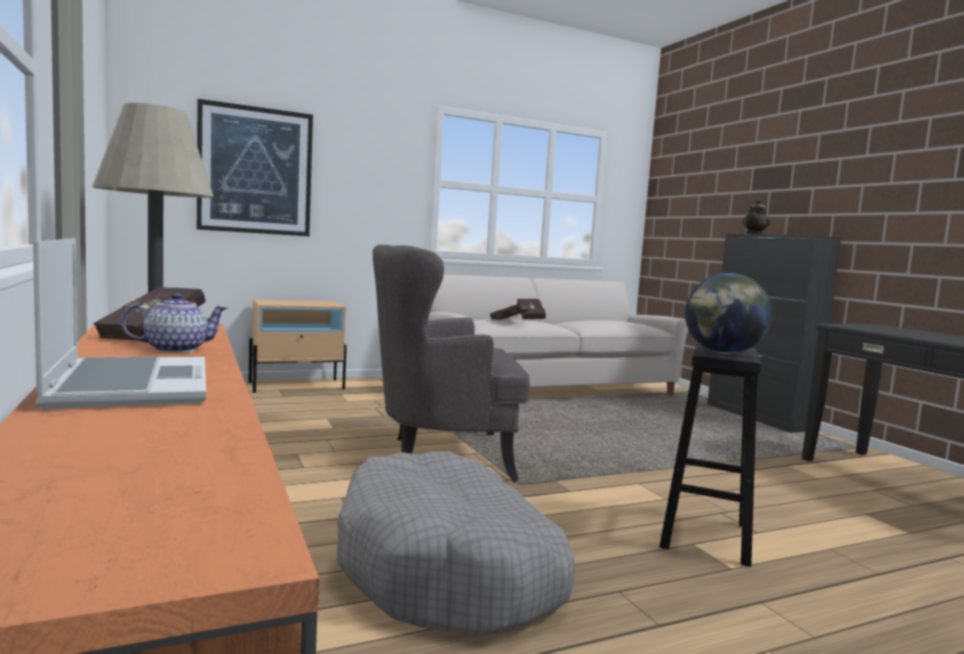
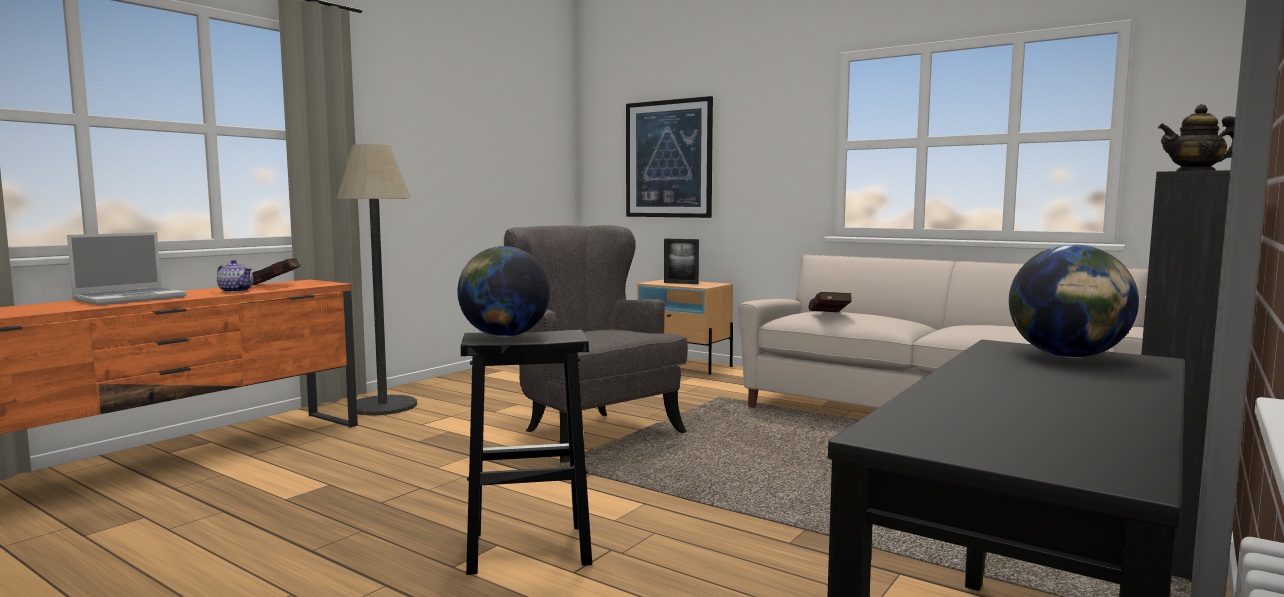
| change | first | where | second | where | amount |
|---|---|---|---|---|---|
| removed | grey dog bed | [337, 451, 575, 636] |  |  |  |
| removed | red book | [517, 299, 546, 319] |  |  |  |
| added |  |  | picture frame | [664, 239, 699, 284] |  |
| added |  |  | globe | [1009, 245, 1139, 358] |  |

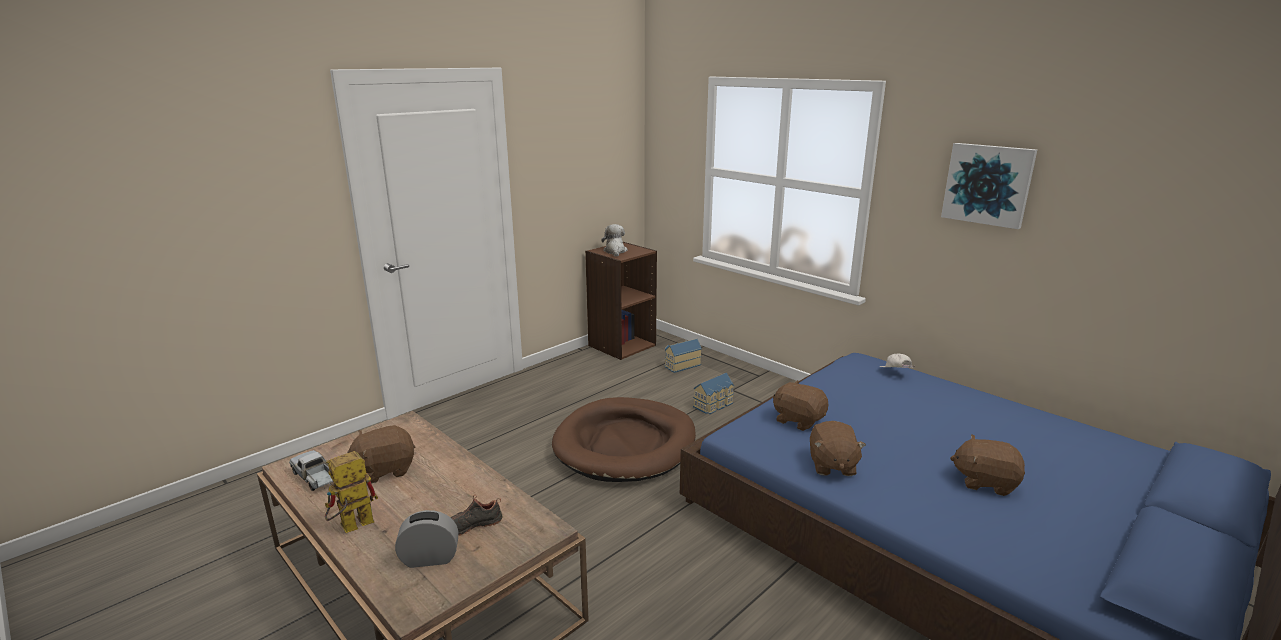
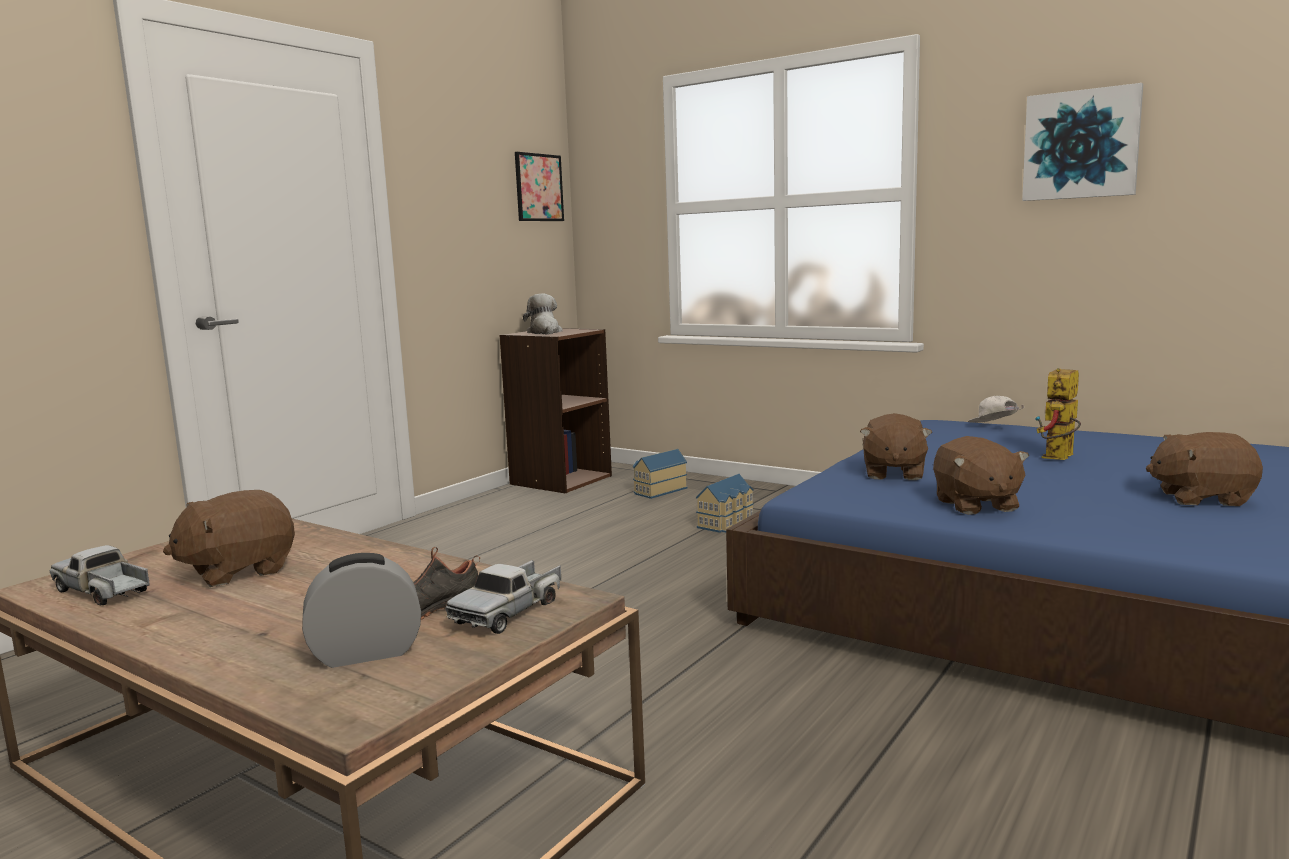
| change | first | where | second | where | amount |
|---|---|---|---|---|---|
| removed | brown dog bed | [552, 397, 696, 482] |  |  |  |
| added |  |  | toy truck | [445, 560, 561, 634] |  |
| added |  |  | picture | [515, 152, 564, 221] |  |
| moved | toy robot | [325, 451, 378, 533] |  | [1035, 368, 1081, 460] |  |
| turned | brown plush toy | [773, 380, 828, 431] |  | [860, 413, 932, 480] | 105 degrees counterclockwise |

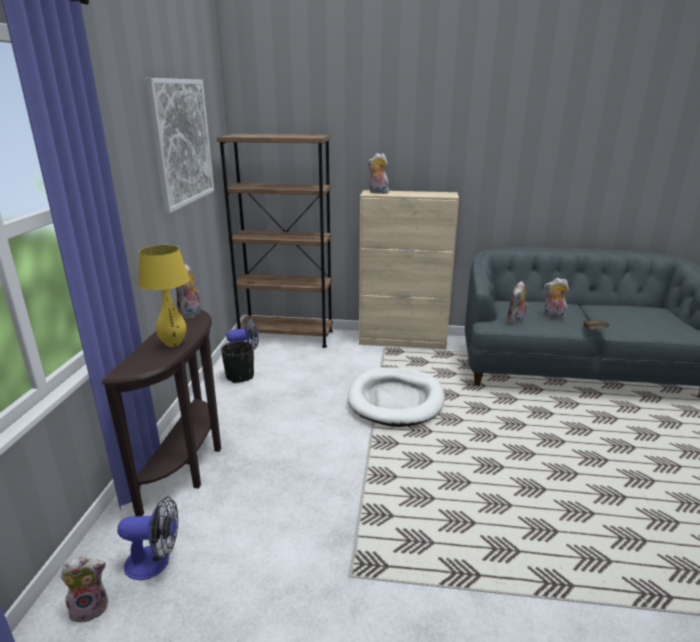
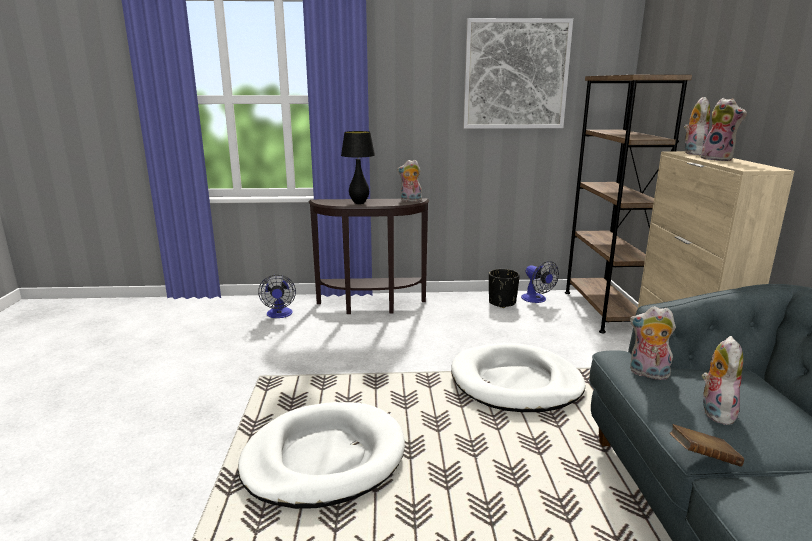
| change | first | where | second | where | amount |
|---|---|---|---|---|---|
| added |  |  | white dog bed | [238, 402, 405, 509] |  |
| moved | plush toy | [60, 556, 108, 623] |  | [700, 98, 747, 161] |  |
| recoloured | yellow table lamp | [138, 245, 190, 347] | black table lamp | [341, 131, 375, 204] |  |

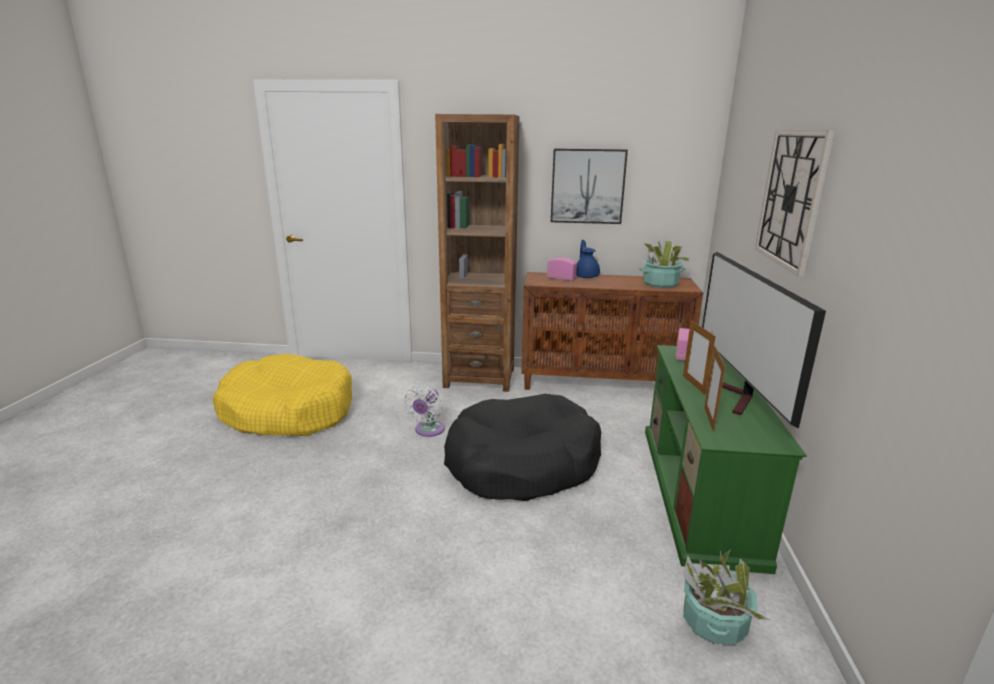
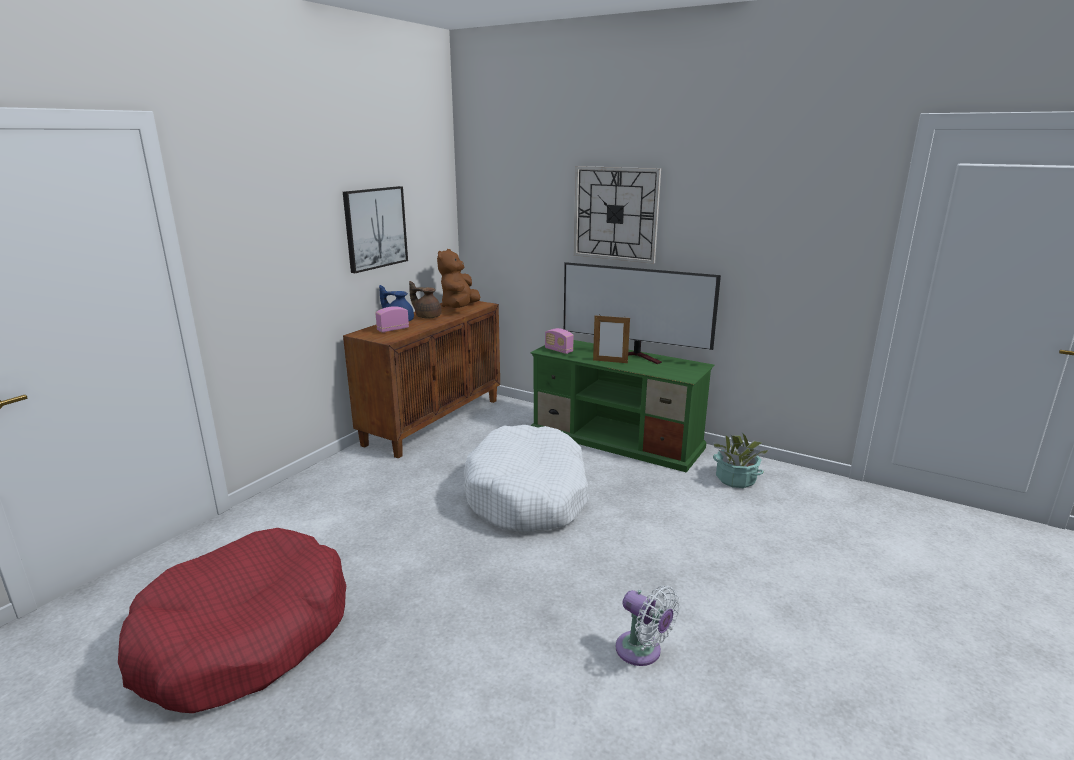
| change | first | where | second | where | amount |
|---|---|---|---|---|---|
| removed | brown bookcase | [435, 114, 520, 392] |  |  |  |
| removed | picture frame | [704, 346, 726, 433] |  |  |  |
| added |  |  | brown teapot | [409, 281, 442, 319] |  |
| moved | white fan | [404, 385, 445, 437] |  | [616, 586, 680, 666] |  |
| replaced | potted plant | [639, 241, 691, 288] | brown plush toy | [437, 249, 480, 308] |  |
| recoloured | yellow dog bed | [213, 354, 352, 436] | red dog bed | [118, 528, 346, 713] |  |
| recoloured | black dog bed | [444, 394, 601, 501] | white dog bed | [464, 425, 589, 532] |  |

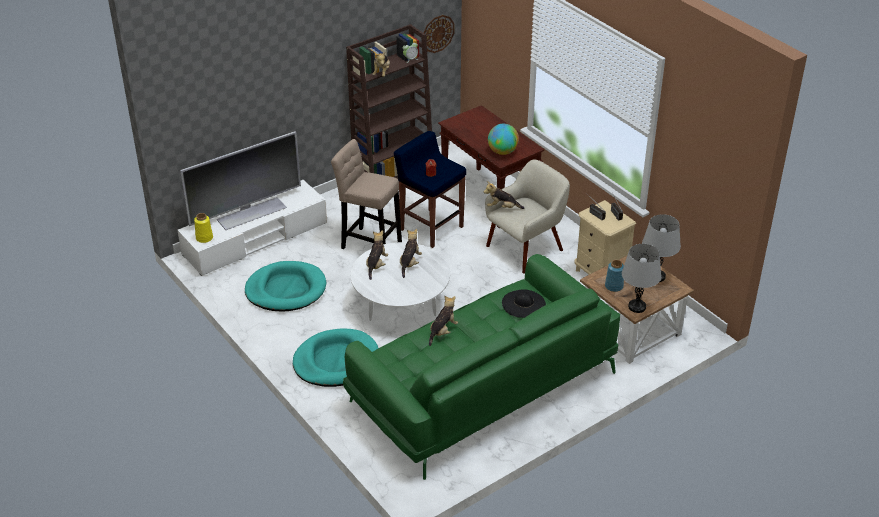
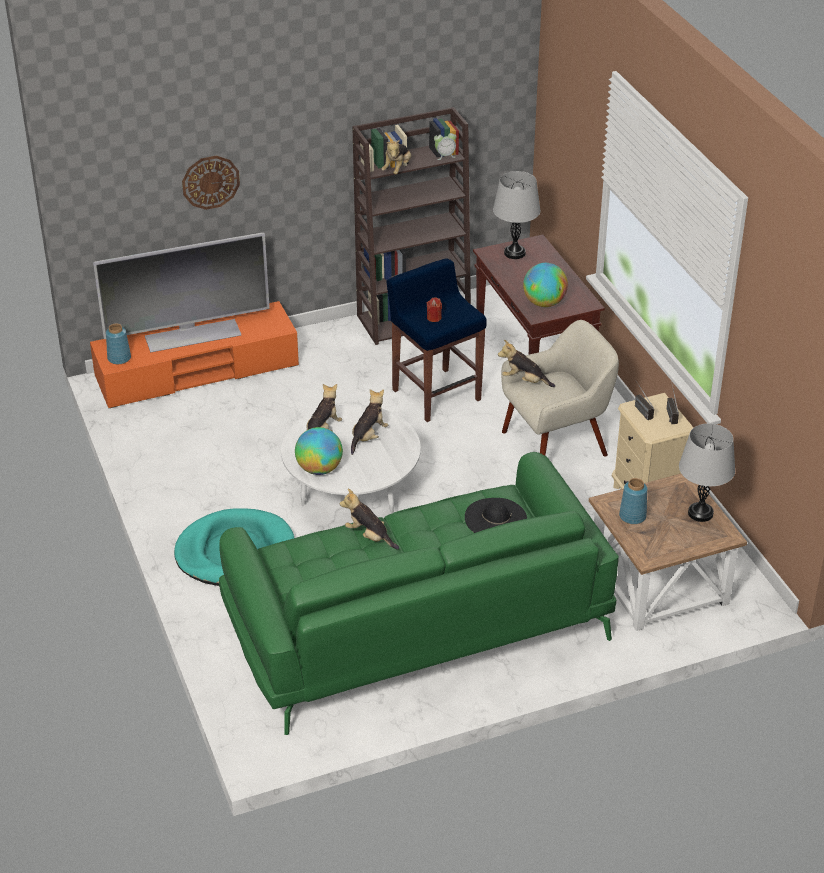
| change | first | where | second | where | amount |
|---|---|---|---|---|---|
| removed | turquoise dog bed | [245, 261, 327, 311] |  |  |  |
| removed | beige stool | [331, 139, 402, 249] |  |  |  |
| added |  |  | globe | [295, 427, 343, 475] |  |
| moved | wall clock | [423, 15, 455, 53] |  | [182, 155, 240, 210] |  |
| moved | grey table lamp | [622, 244, 661, 313] |  | [493, 171, 541, 259] |  |
| recoloured | white tv stand | [177, 180, 327, 276] | orange tv stand | [90, 301, 299, 408] |  |
| recoloured | yellow vase | [194, 213, 213, 243] | blue vase | [106, 324, 131, 364] |  |
| turned | plush toy | [429, 296, 458, 346] |  | [340, 489, 399, 549] | 105 degrees counterclockwise |

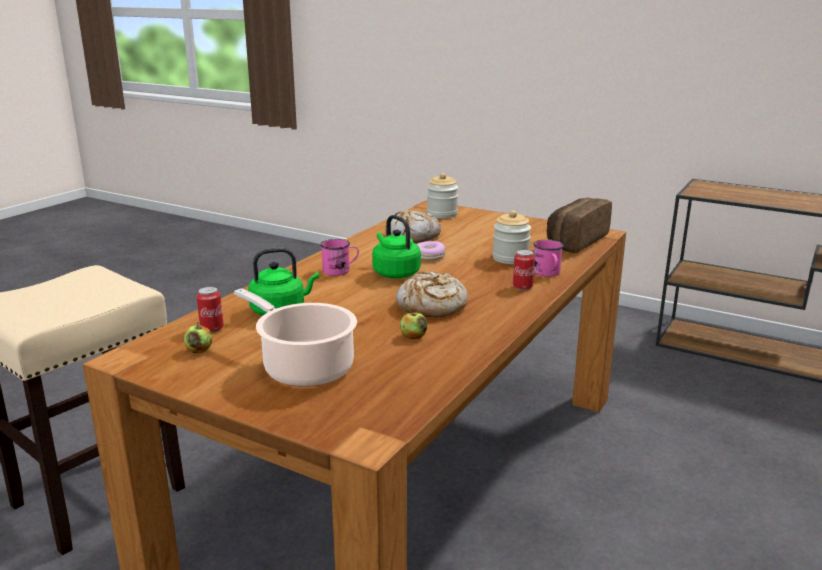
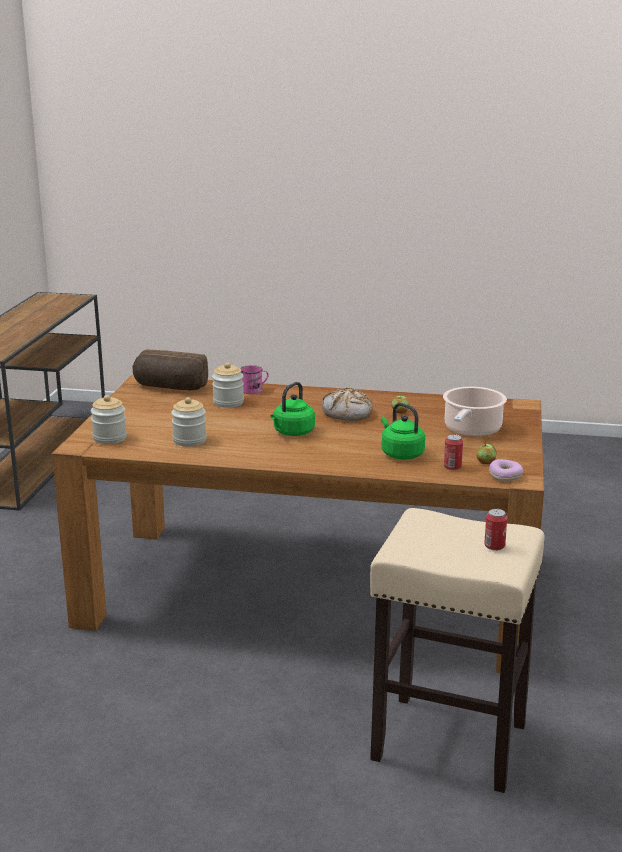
| change | first | where | second | where | amount |
|---|---|---|---|---|---|
| removed | pink mug | [320, 239, 359, 276] |  |  |  |
| moved | donut | [416, 241, 446, 261] |  | [489, 459, 523, 481] |  |
| moved | can | [513, 250, 535, 290] |  | [484, 509, 507, 551] |  |
| replaced | bread | [385, 210, 441, 243] | jar | [171, 397, 207, 446] |  |

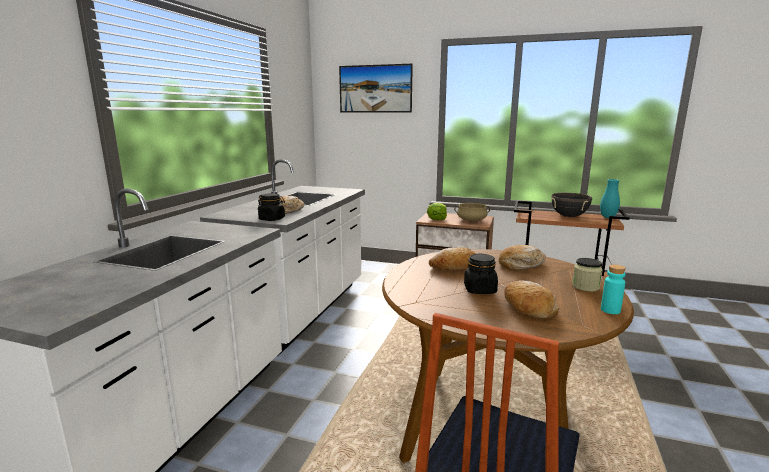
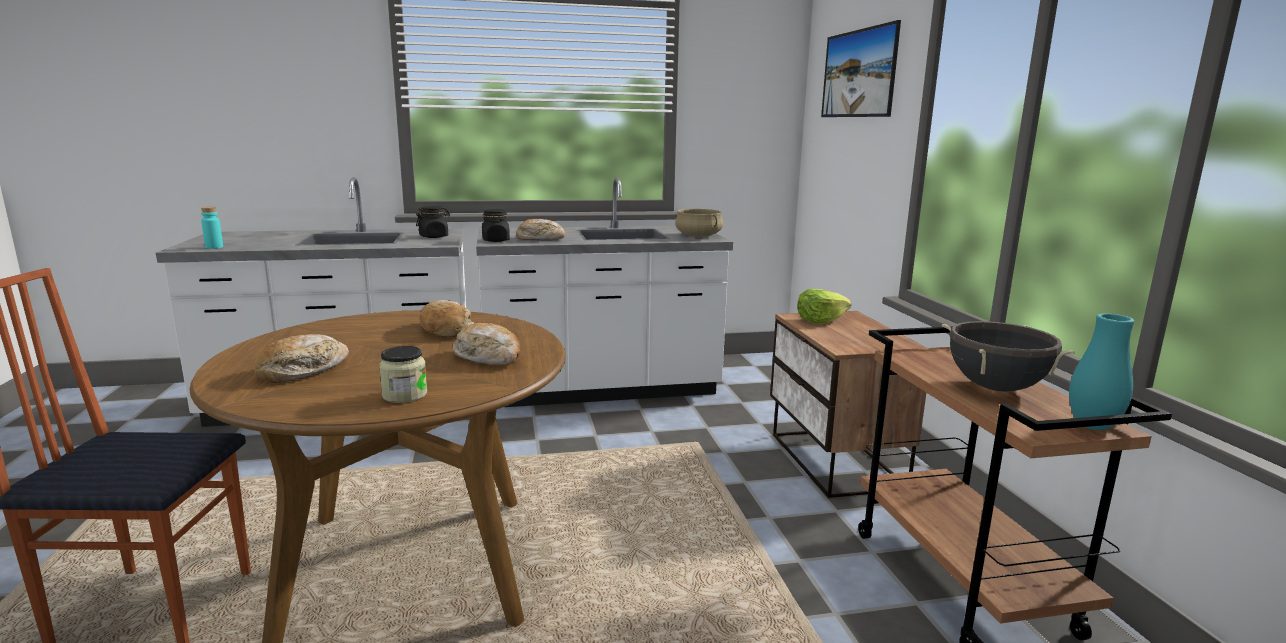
| change | first | where | second | where | amount |
|---|---|---|---|---|---|
| moved | beige cooking pot | [454, 203, 490, 221] |  | [675, 209, 723, 237] |  |
| moved | black jar | [464, 254, 498, 294] |  | [416, 206, 450, 238] |  |
| moved | turquoise bottle | [601, 264, 626, 314] |  | [201, 207, 223, 249] |  |

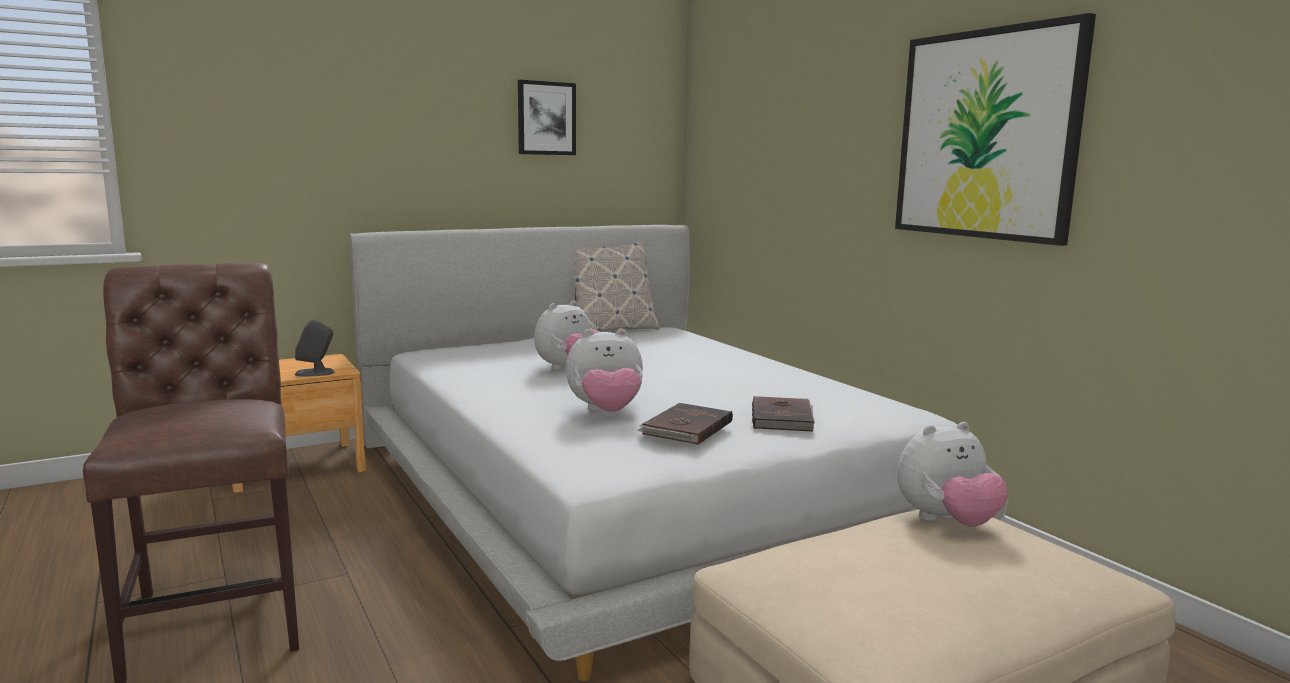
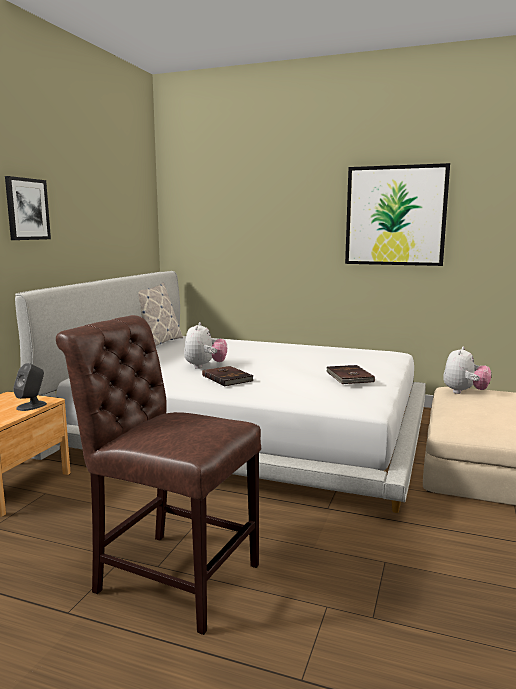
| change | first | where | second | where | amount |
|---|---|---|---|---|---|
| removed | plush toy | [566, 328, 643, 412] |  |  |  |
| moved | picture | [518, 80, 576, 155] |  | [5, 176, 51, 240] |  |
| moved | brown book | [752, 396, 815, 432] |  | [202, 366, 254, 386] |  |

